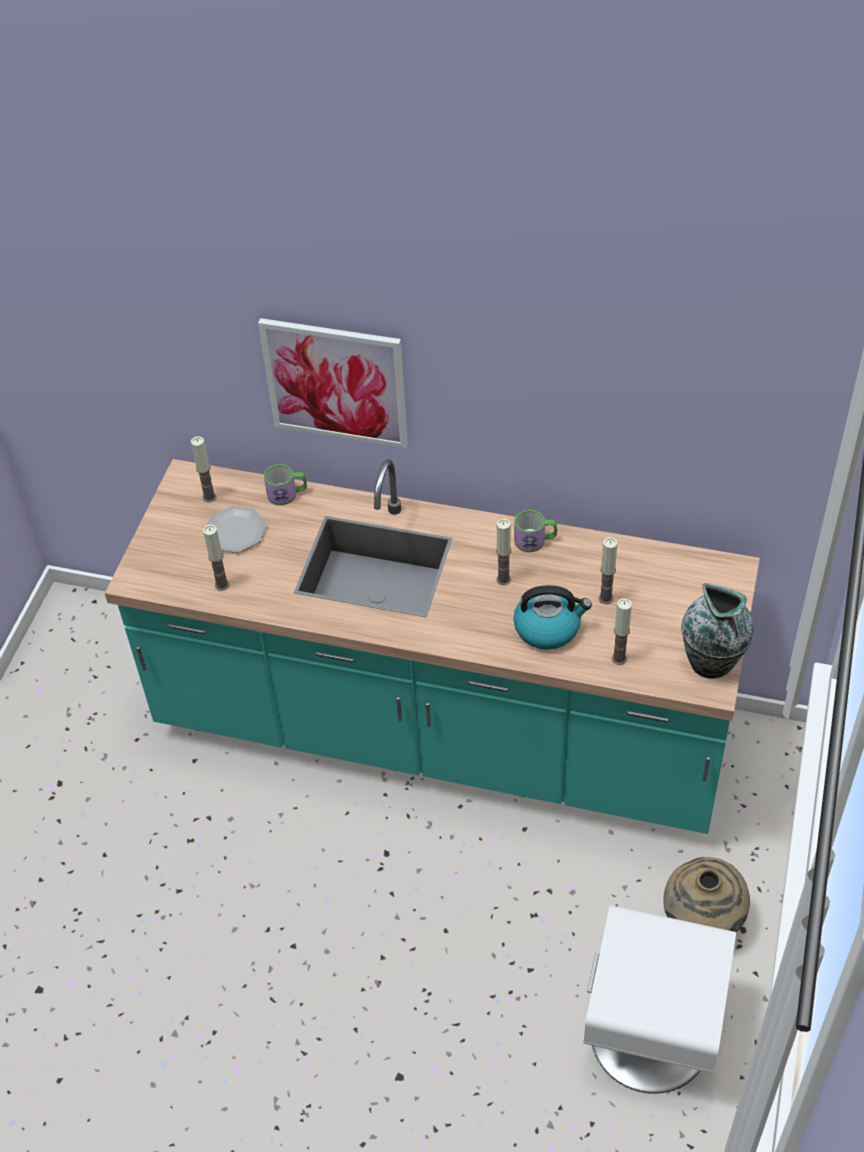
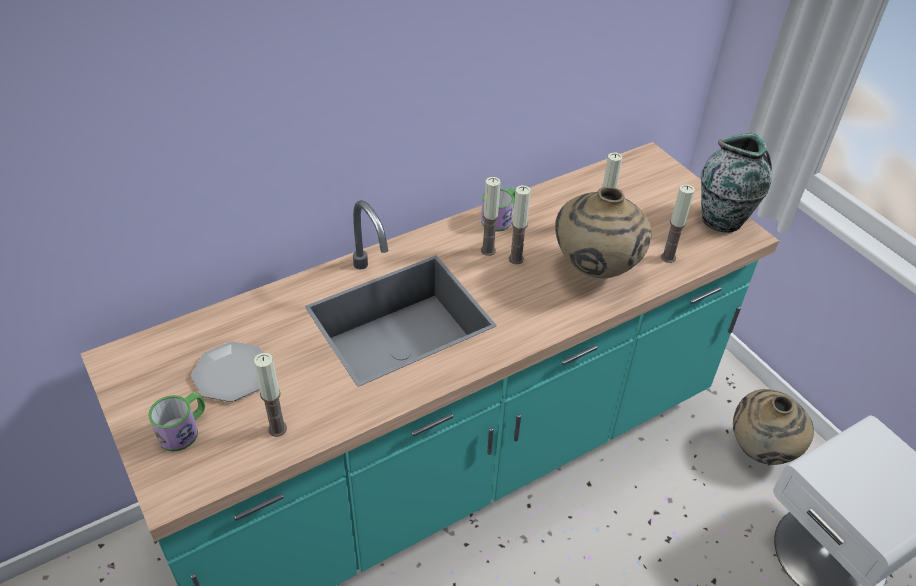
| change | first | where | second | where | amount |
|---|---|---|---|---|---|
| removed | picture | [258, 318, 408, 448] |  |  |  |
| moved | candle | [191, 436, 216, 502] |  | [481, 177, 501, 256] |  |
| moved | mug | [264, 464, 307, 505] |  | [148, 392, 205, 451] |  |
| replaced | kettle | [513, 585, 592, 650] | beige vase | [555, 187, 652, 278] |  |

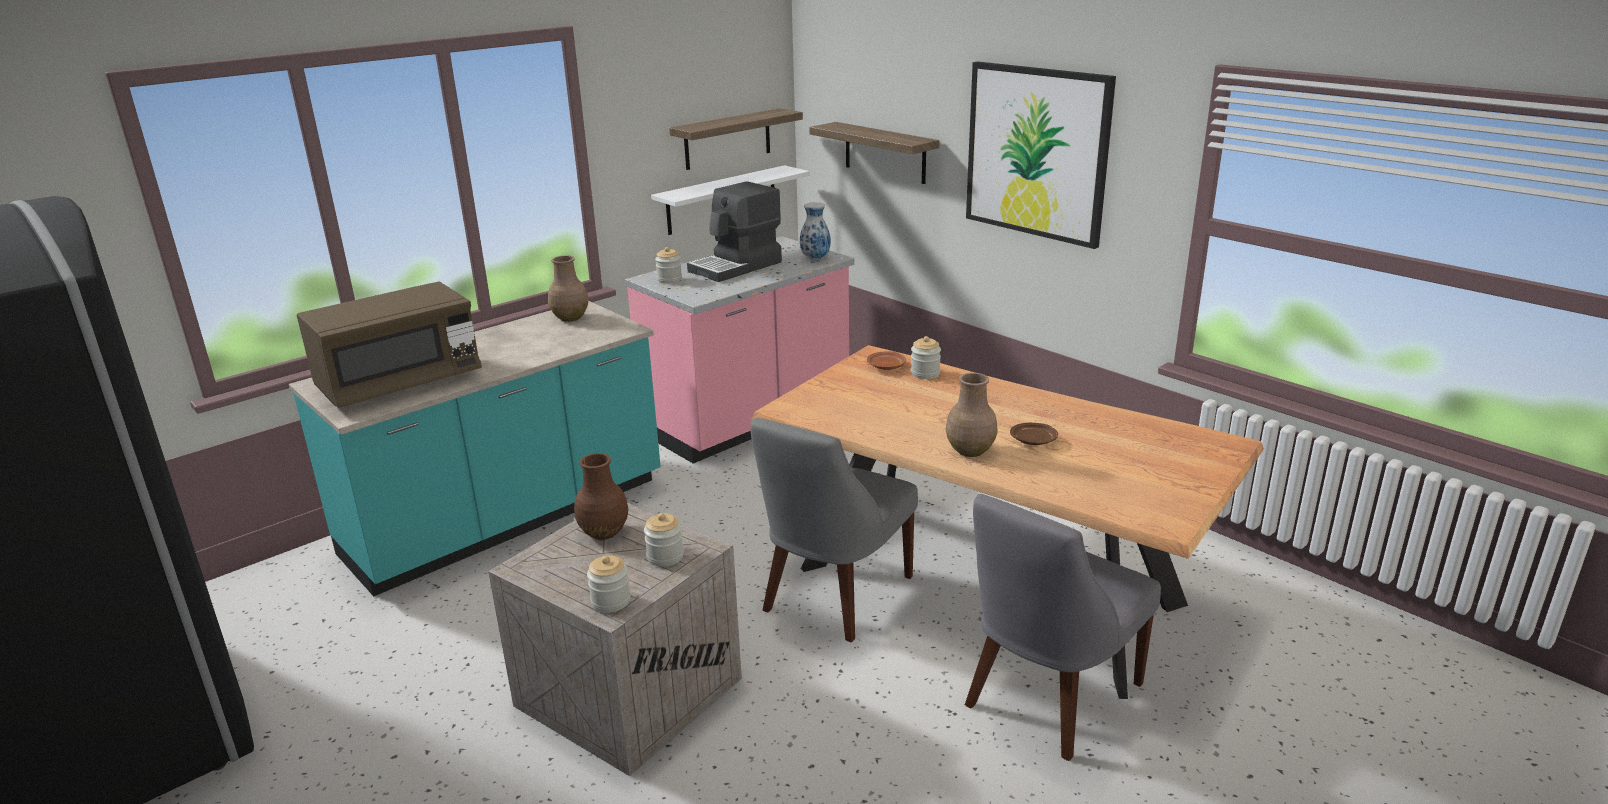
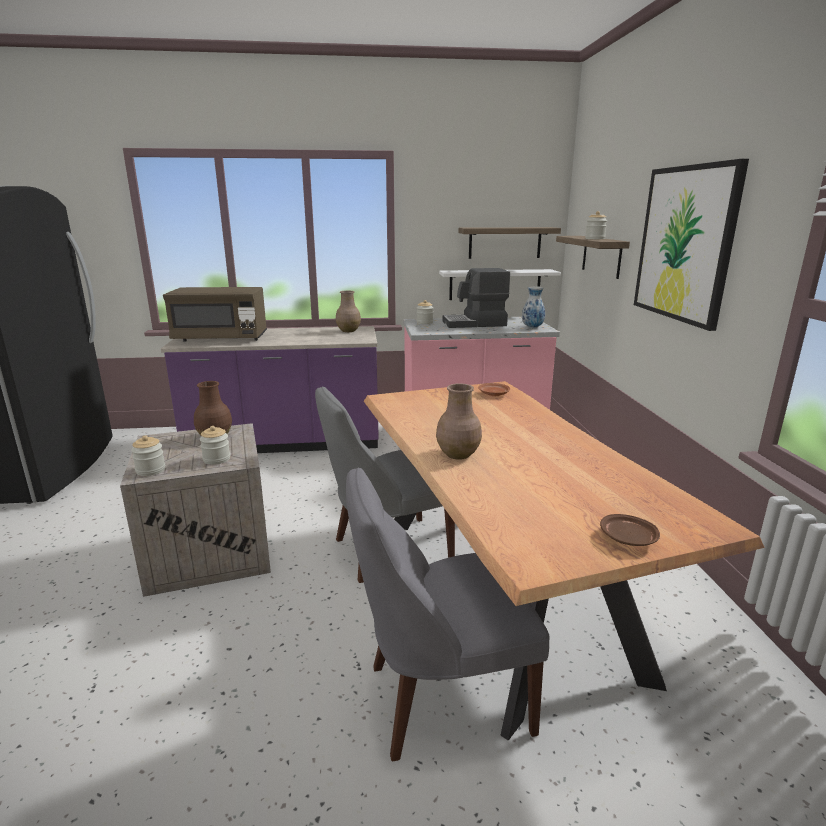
| change | first | where | second | where | amount |
|---|---|---|---|---|---|
| moved | jar | [911, 336, 941, 379] |  | [585, 211, 607, 239] |  |
| moved | brown plate | [1010, 423, 1058, 445] |  | [600, 514, 660, 546] |  |
| recoloured | turquoise counter | [289, 301, 661, 597] | purple counter | [161, 326, 379, 453] |  |

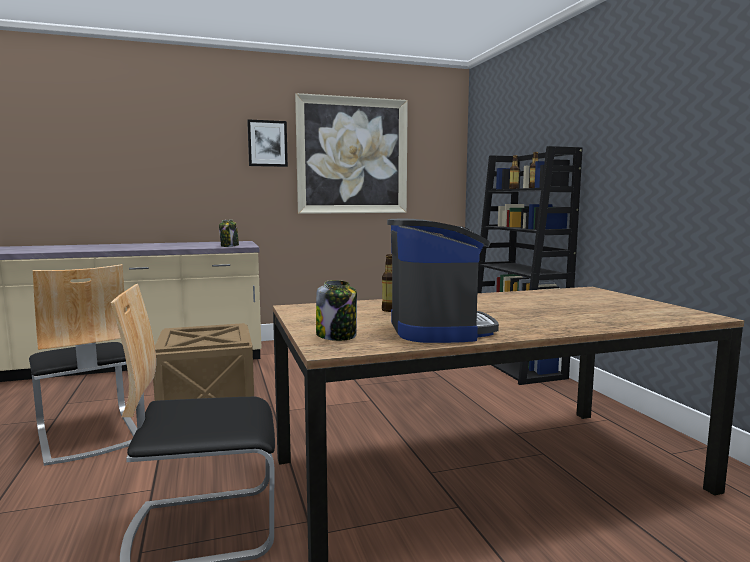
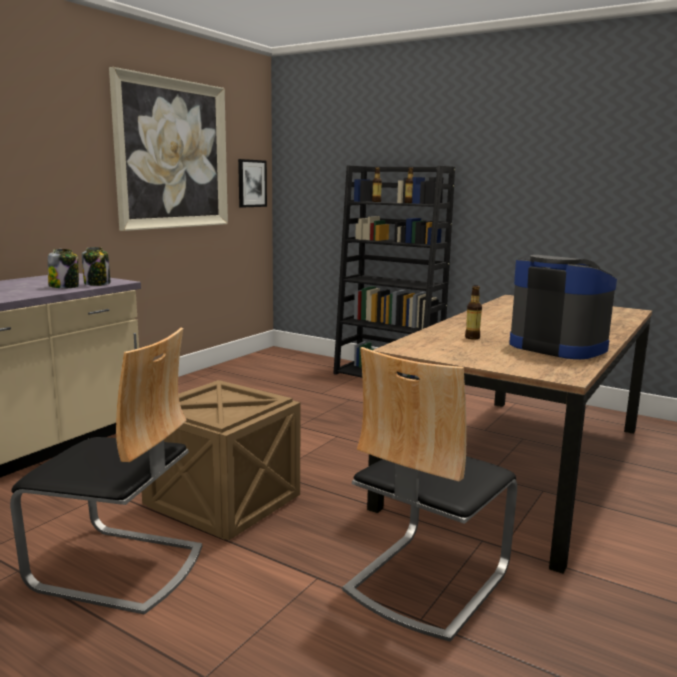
| change | first | where | second | where | amount |
|---|---|---|---|---|---|
| moved | picture | [247, 119, 288, 167] |  | [238, 159, 267, 208] |  |
| moved | jar | [316, 280, 357, 341] |  | [48, 249, 79, 288] |  |

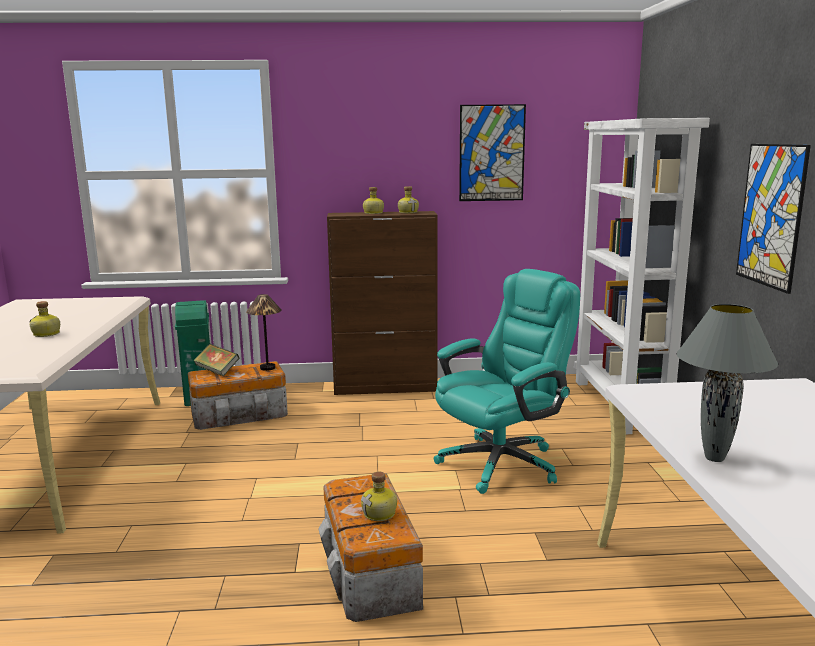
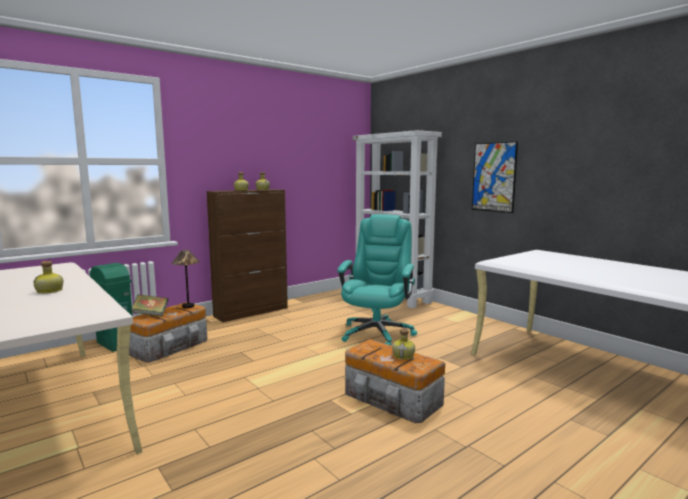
| change | first | where | second | where | amount |
|---|---|---|---|---|---|
| removed | picture | [459, 104, 526, 201] |  |  |  |
| removed | grey table lamp | [676, 304, 778, 462] |  |  |  |

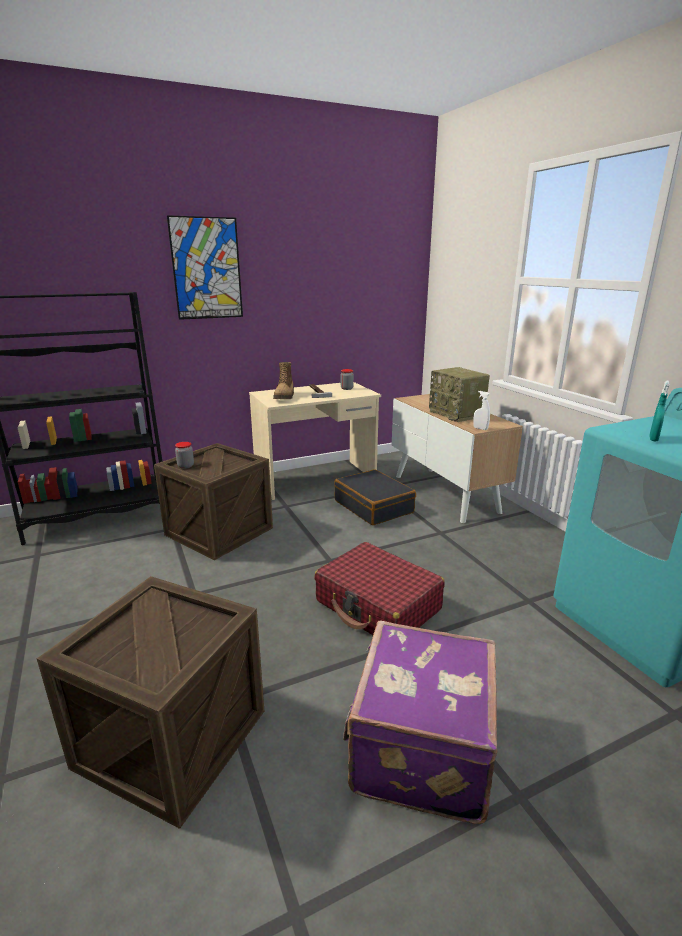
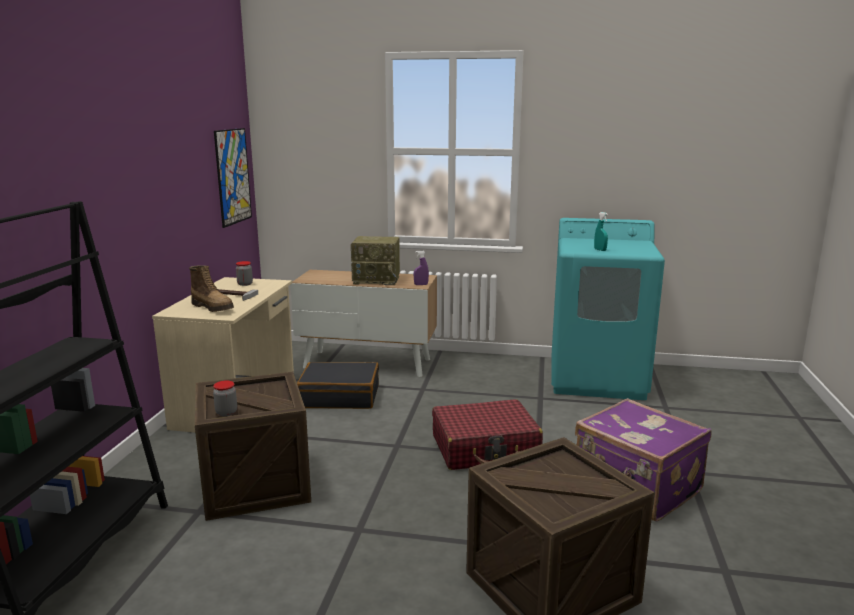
| change | first | where | second | where | amount |
|---|---|---|---|---|---|
| moved | picture | [167, 215, 243, 320] |  | [214, 128, 252, 228] |  |
| recoloured | white spray bottle | [473, 391, 490, 430] | purple spray bottle | [414, 251, 429, 285] |  |

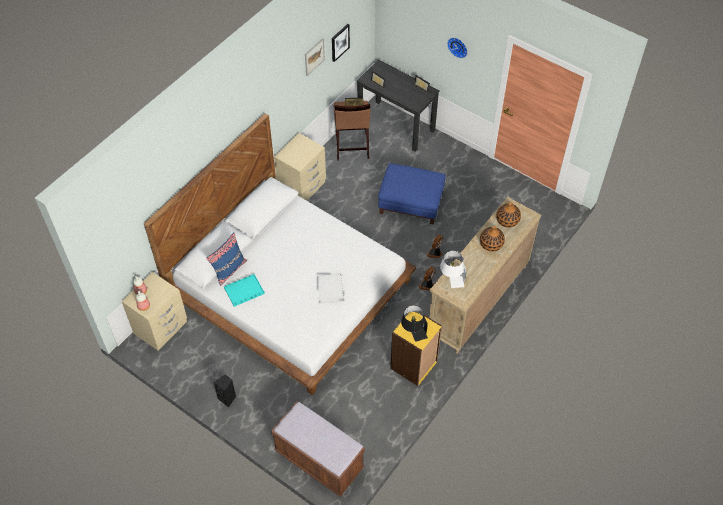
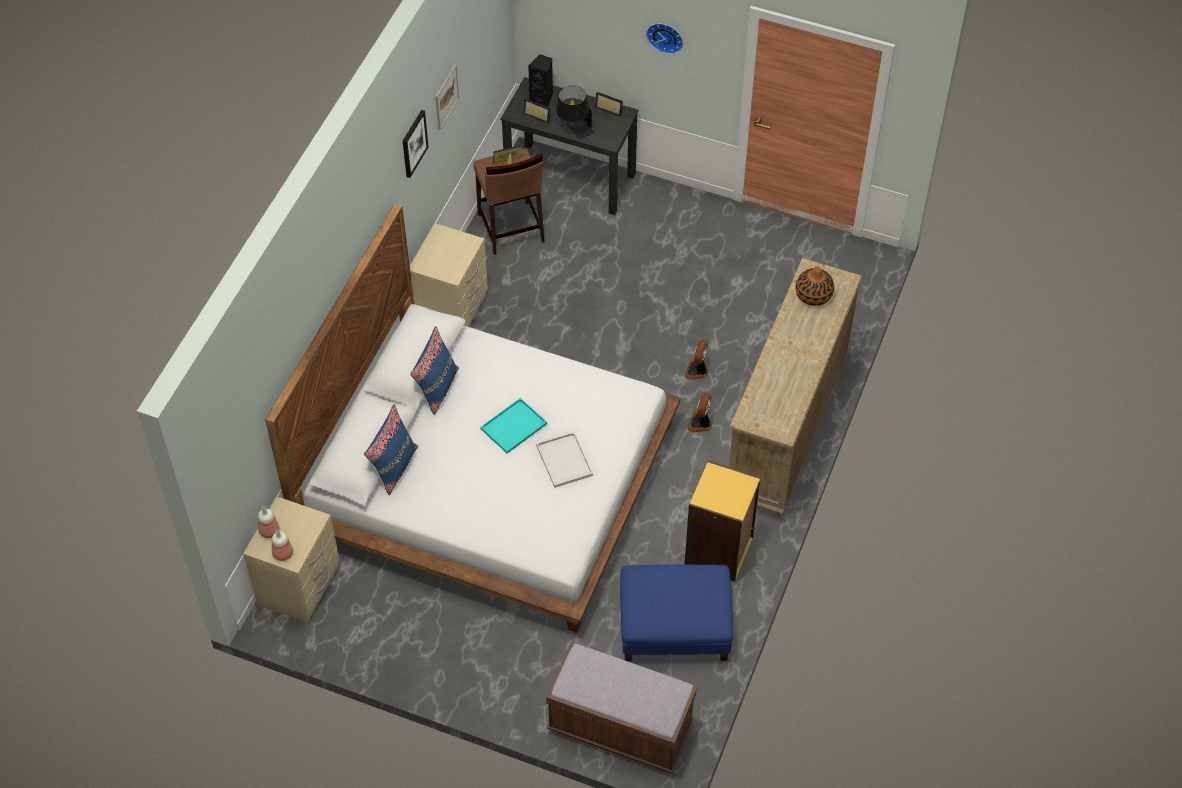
| change | first | where | second | where | amount |
|---|---|---|---|---|---|
| removed | white table lamp | [440, 251, 466, 288] |  |  |  |
| removed | vase | [480, 226, 505, 252] |  |  |  |
| added |  |  | blue pillow | [410, 326, 459, 415] |  |
| moved | black speaker | [213, 374, 236, 408] |  | [528, 54, 553, 107] |  |
| moved | turquoise tray | [224, 274, 265, 307] |  | [480, 398, 547, 454] |  |
| moved | picture | [332, 24, 350, 62] |  | [403, 110, 428, 178] |  |
| moved | blue ottoman | [378, 163, 446, 225] |  | [620, 565, 733, 662] |  |
| moved | black table lamp | [401, 305, 428, 342] |  | [556, 86, 595, 139] |  |

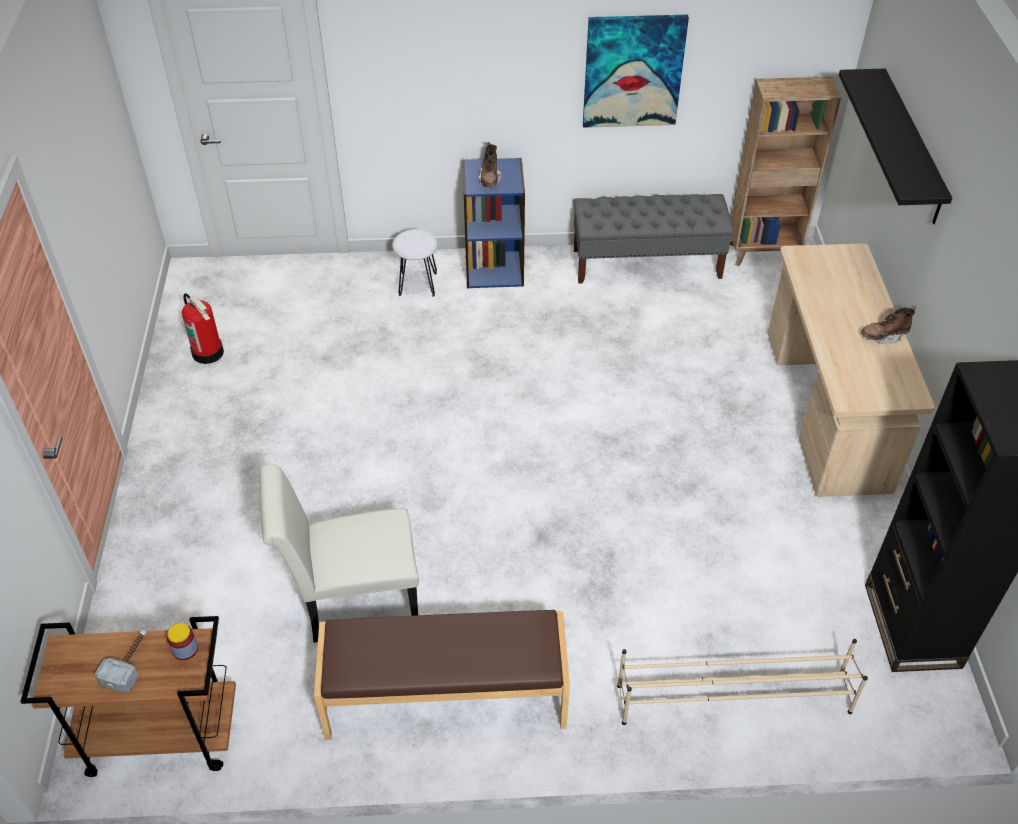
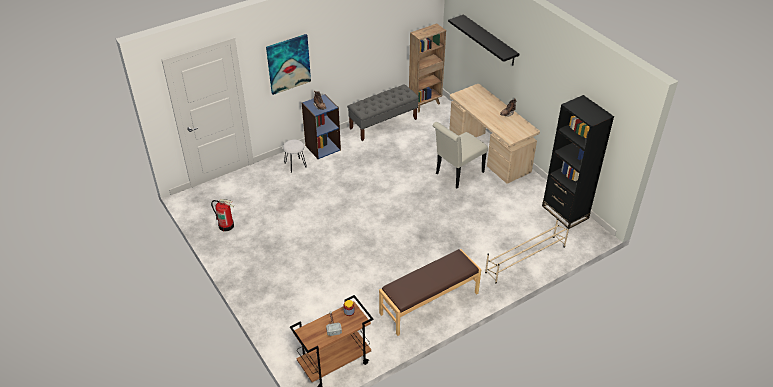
| change | first | where | second | where | amount |
|---|---|---|---|---|---|
| moved | white chair | [259, 465, 419, 643] |  | [433, 122, 488, 188] |  |
| moved | picture | [583, 15, 689, 128] |  | [266, 34, 311, 95] |  |

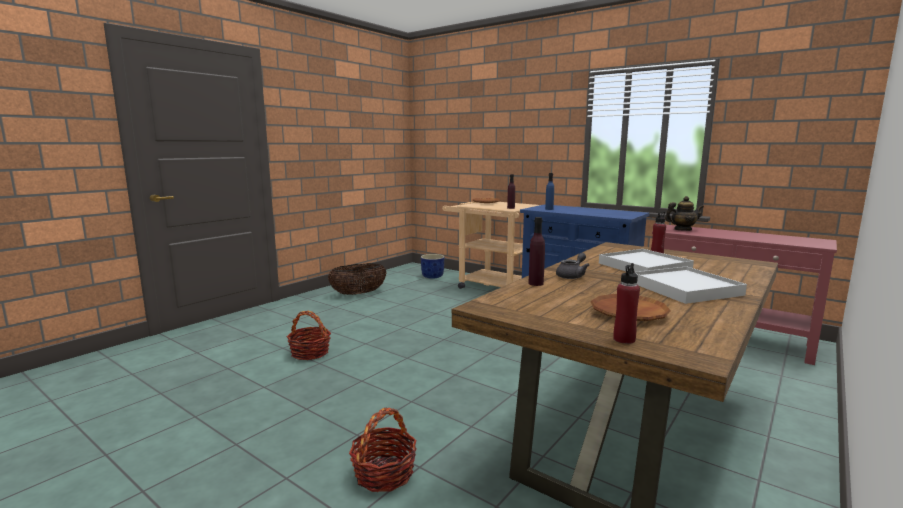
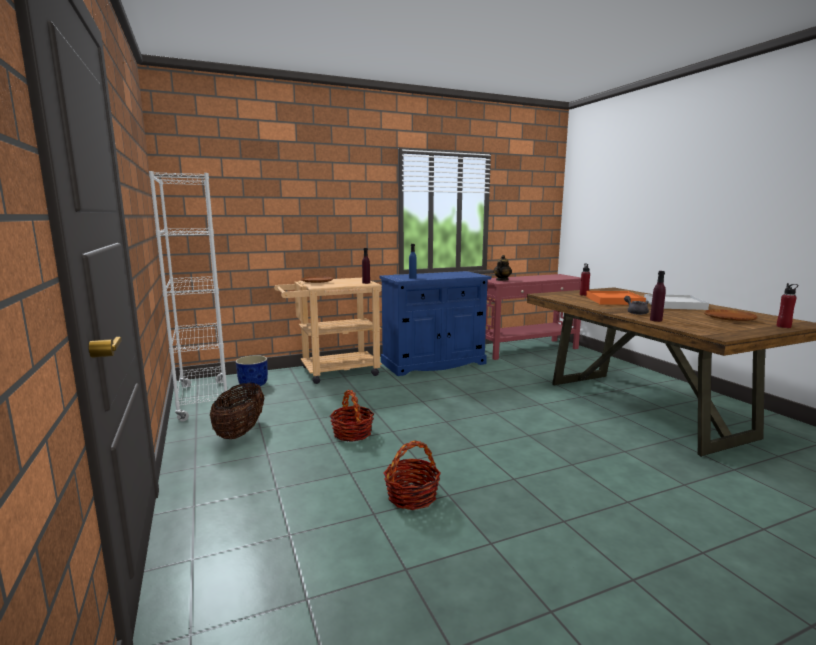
| change | first | where | second | where | amount |
|---|---|---|---|---|---|
| added |  |  | white bookcase | [149, 171, 228, 422] |  |
| moved | basket | [349, 408, 417, 492] |  | [330, 390, 374, 442] |  |
| recoloured | white tray | [599, 249, 694, 272] | orange tray | [586, 291, 646, 305] |  |

